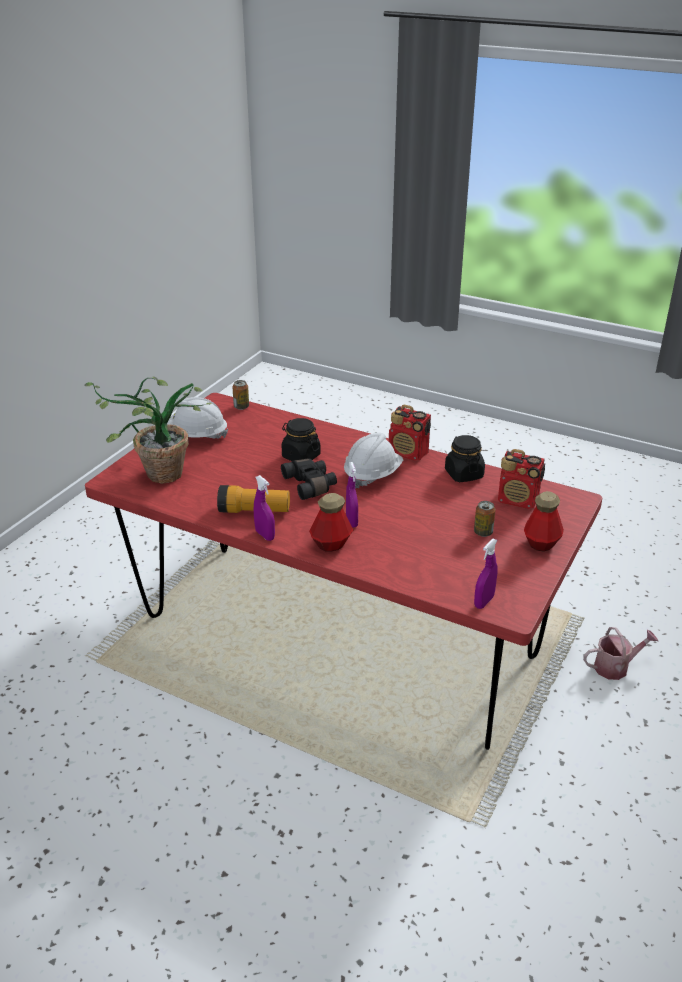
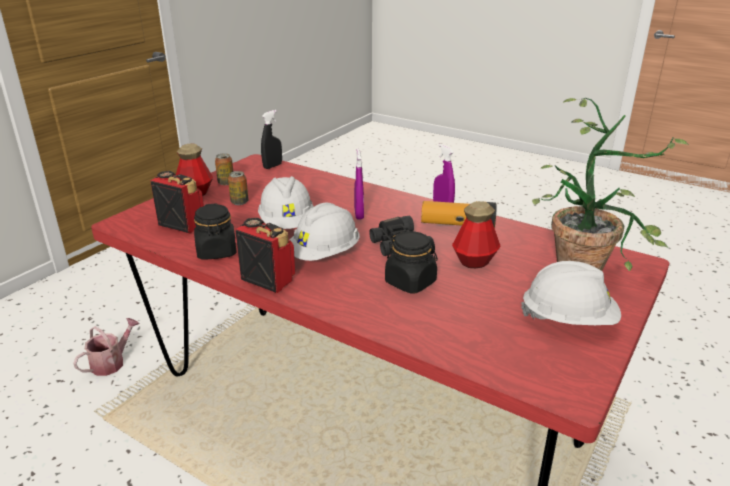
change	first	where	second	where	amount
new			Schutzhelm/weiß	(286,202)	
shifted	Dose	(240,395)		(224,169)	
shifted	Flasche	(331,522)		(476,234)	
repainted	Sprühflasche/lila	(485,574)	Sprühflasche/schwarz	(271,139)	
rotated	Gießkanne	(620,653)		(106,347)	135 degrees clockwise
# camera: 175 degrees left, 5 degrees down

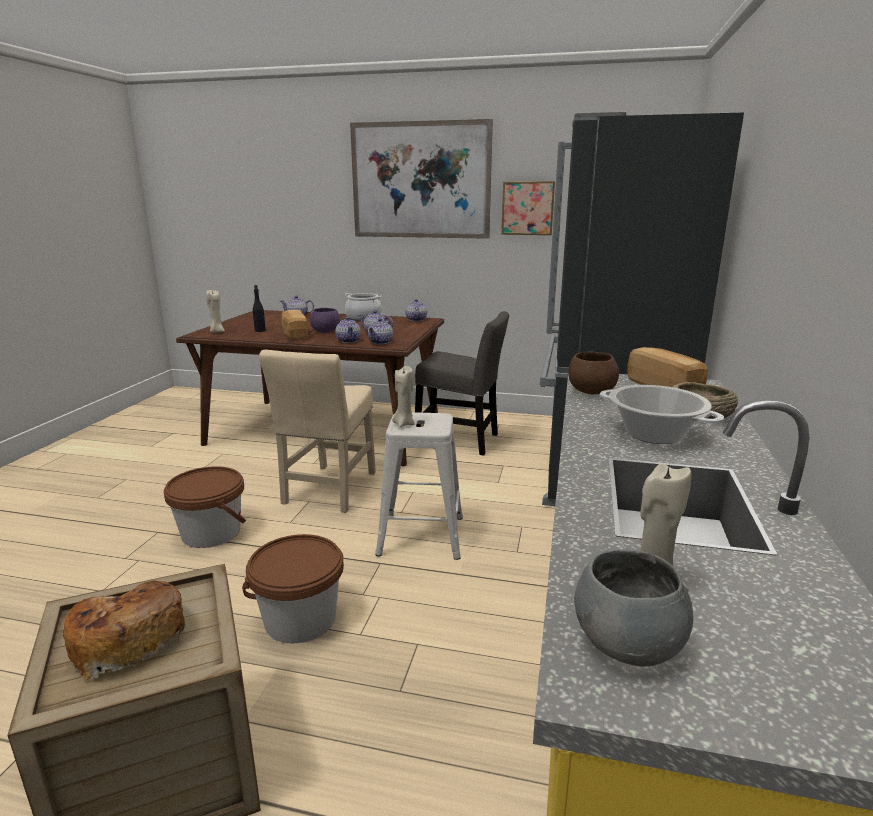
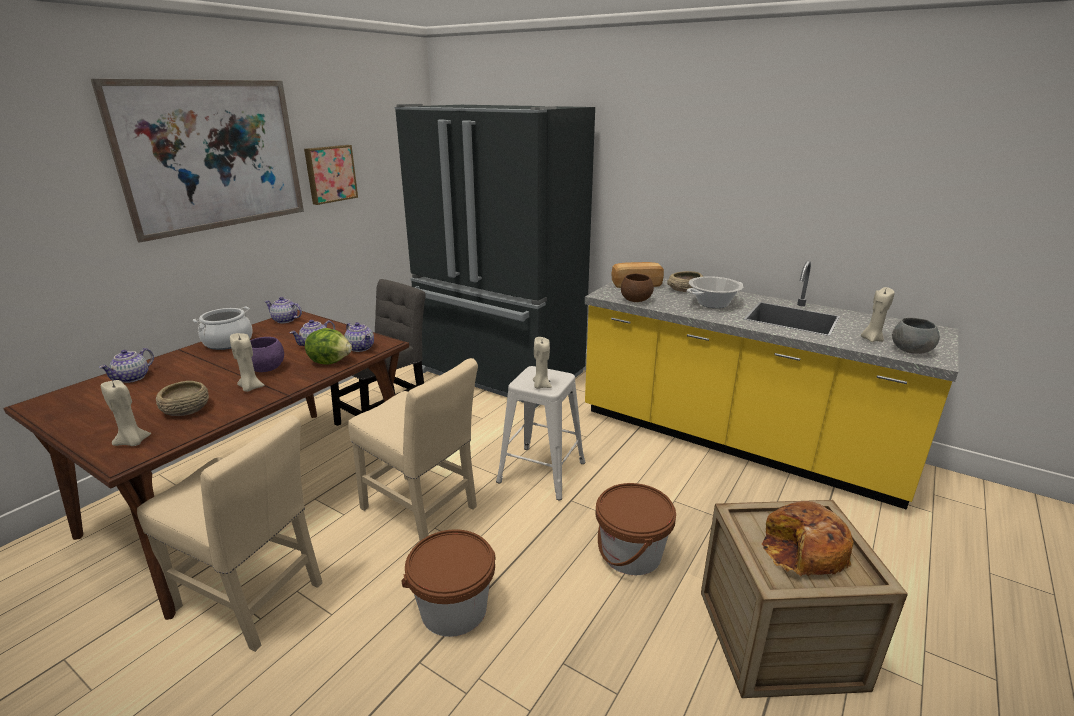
change	first	where	second	where	amount
new			Stuhl/beige	(230,533)	
swapped	Flasche/schwarz	(259,308)	Schüssel/beige	(182,398)	
swapped	Brot	(294,324)	Kerze/beige	(247,362)	
swapped	Teekanne	(348,330)	Salatkopf	(328,346)	
# camera: 70 degrees left, 5 degrees up

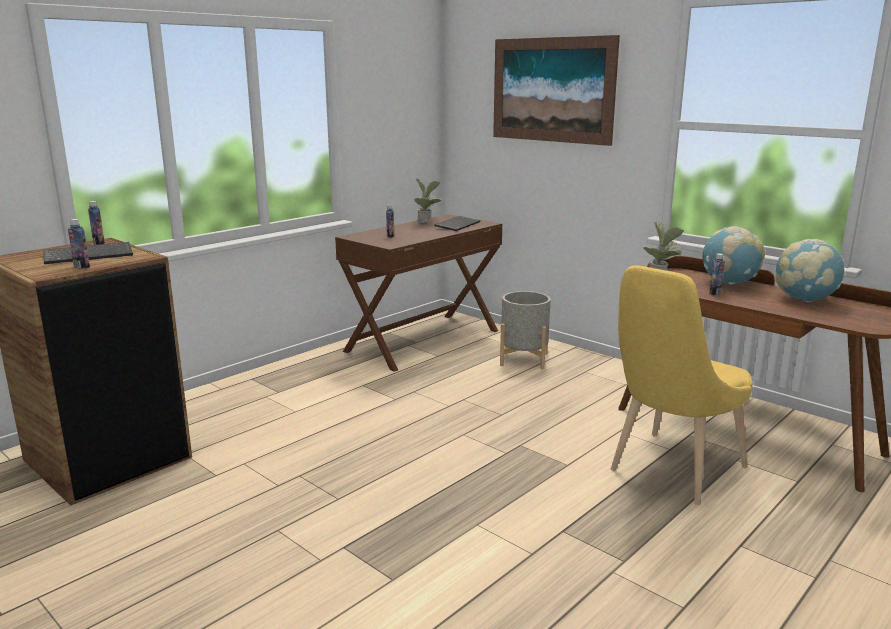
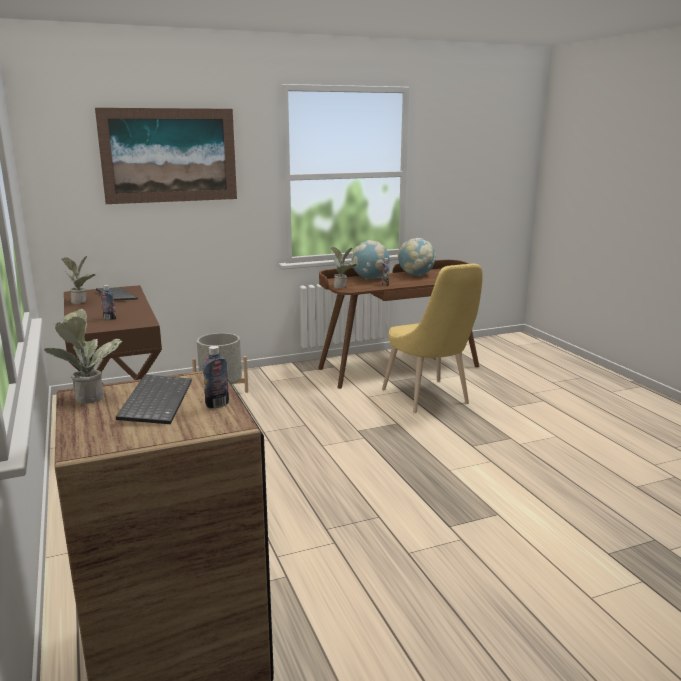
change	first	where	second	where	amount
swapped	Flasche	(96,223)	Topfpflanze	(83,356)	
# camera: 65 degrees left, 0 degrees up

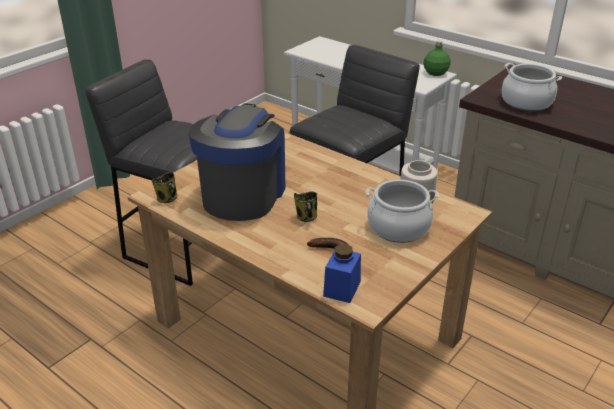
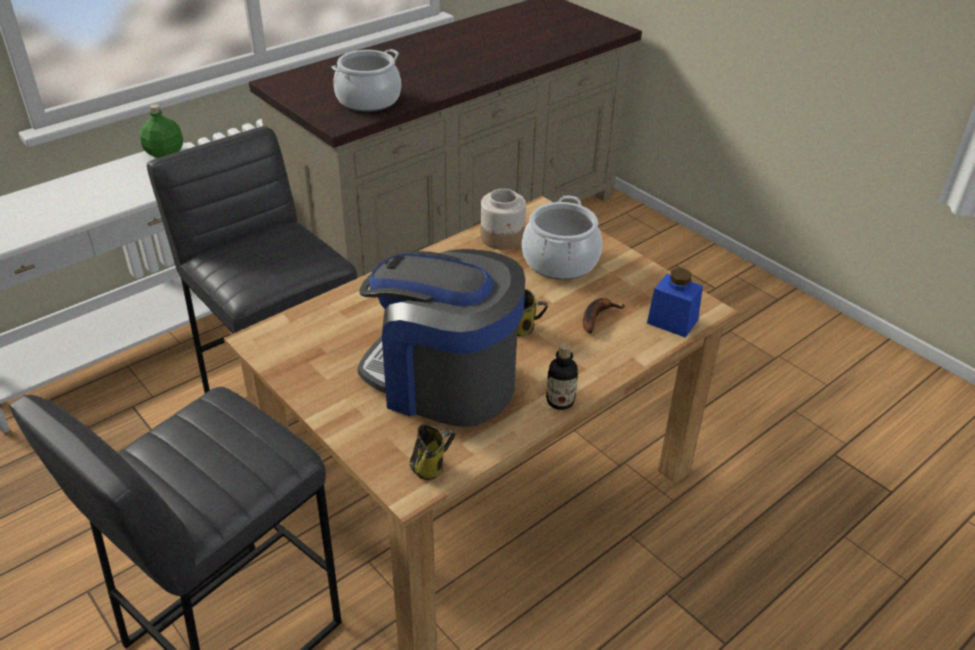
change	first	where	second	where	amount
new			Flasche	(562,376)	
# camera: 80 degrees left, 5 degrees up

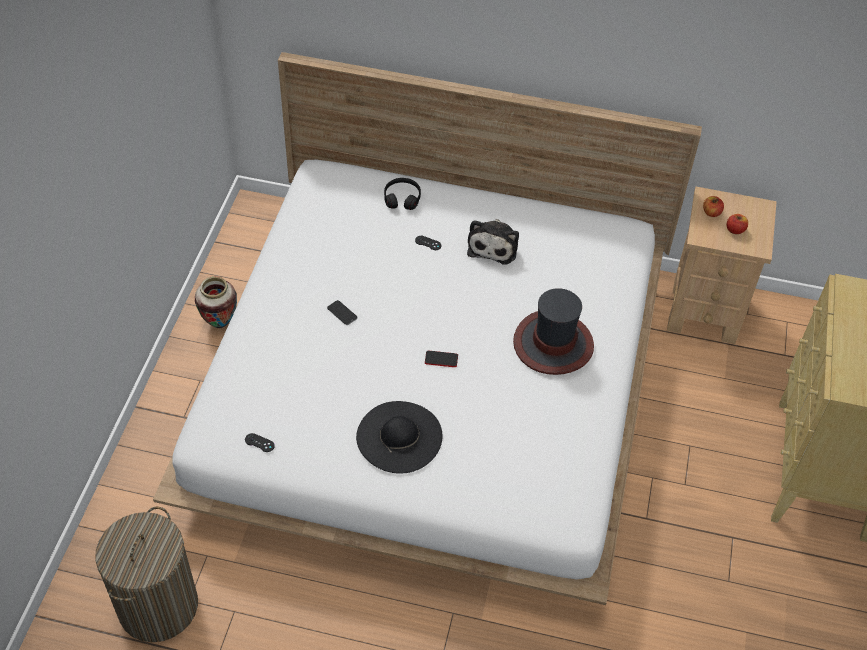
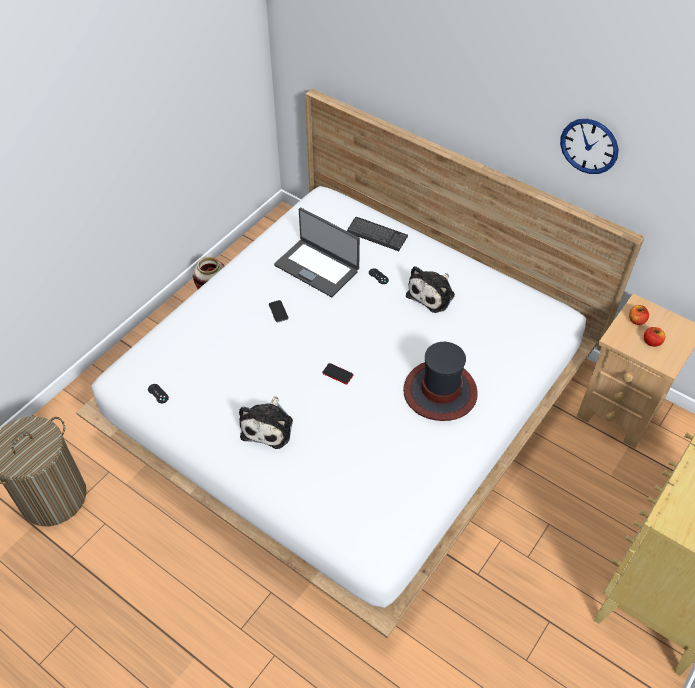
change	first	where	second	where	amount
new			Laptop	(317,252)	
new			Wanduhr	(589,146)	
swapped	Hut/schwarz	(399,437)	Plüschtier	(266,422)	
swapped	Kopfhörer/schwarz	(402,194)	Tastatur	(377,234)	
# camera: 25 degrees right, 0 degrees up

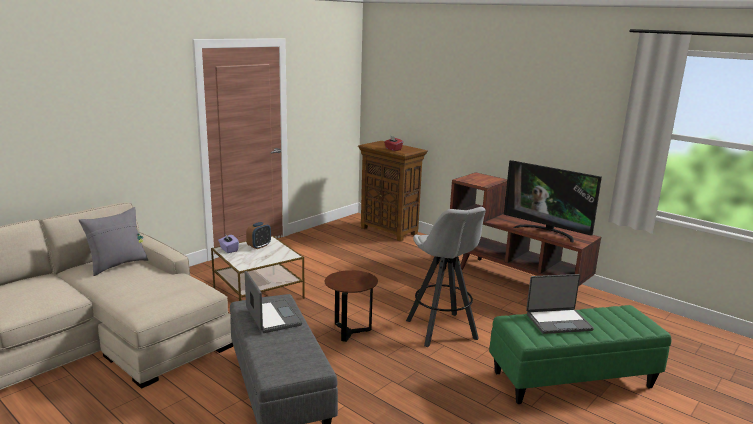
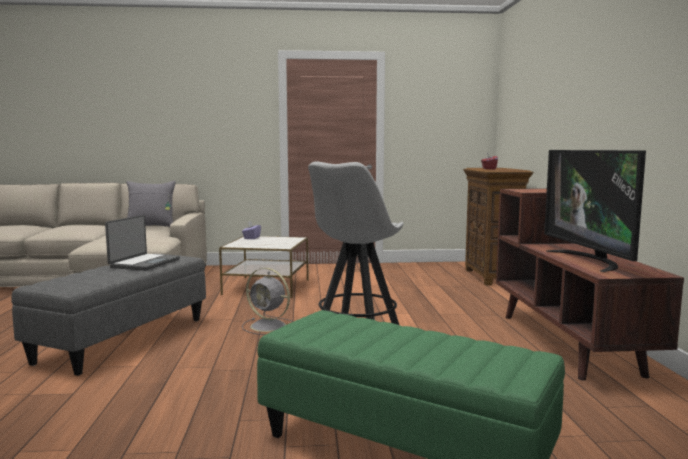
change	first	where	second	where	amount
gone	Wecker	(258,235)			
gone	Laptop	(560,304)			
swapped	Beistelltisch/braun	(351,306)	Ventilator/grau	(268,301)	
# camera: 45 degrees right, 10 degrees down

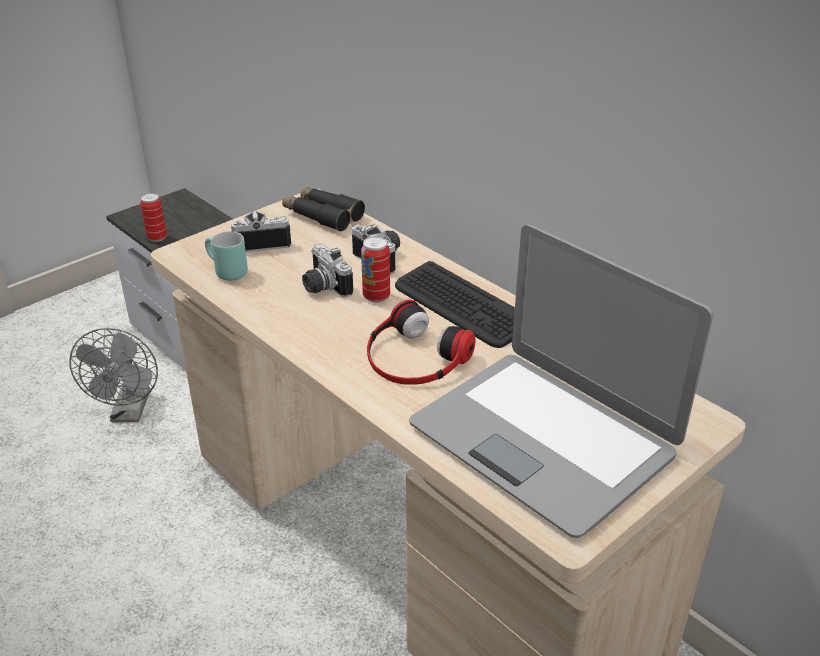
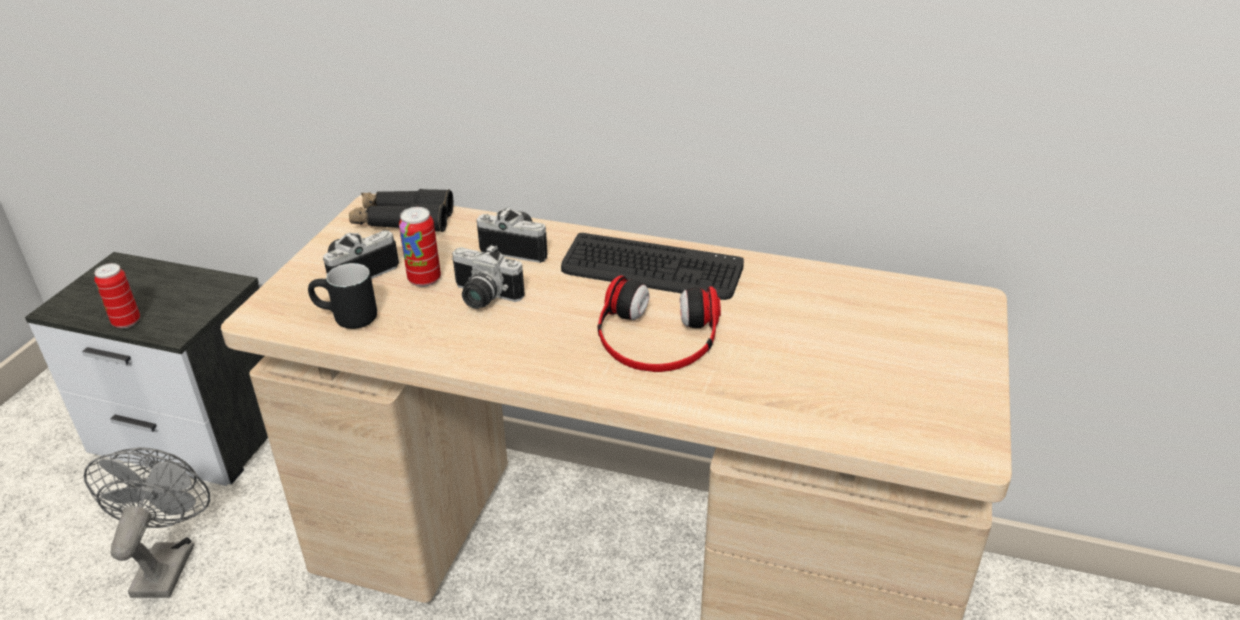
change	first	where	second	where	amount
gone	Laptop	(561,381)			
shifted	Dose	(375,269)		(420,247)	
repainted	Henkelbecher/türkis	(226,256)	Henkelbecher/schwarz	(342,296)	
rotated	Ventilator/grau	(113,375)		(147,522)	150 degrees counterclockwise
# camera: 30 degrees left, 0 degrees up

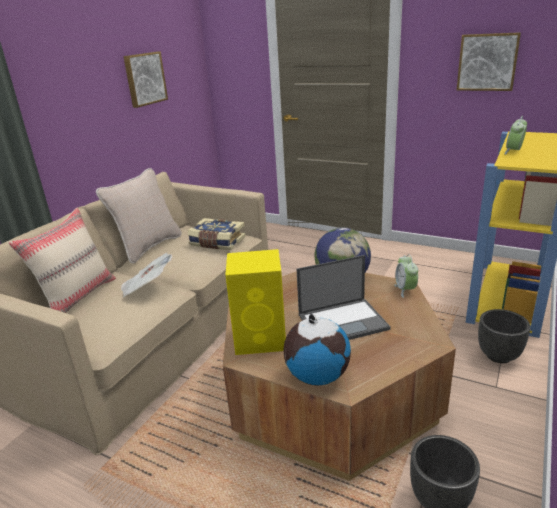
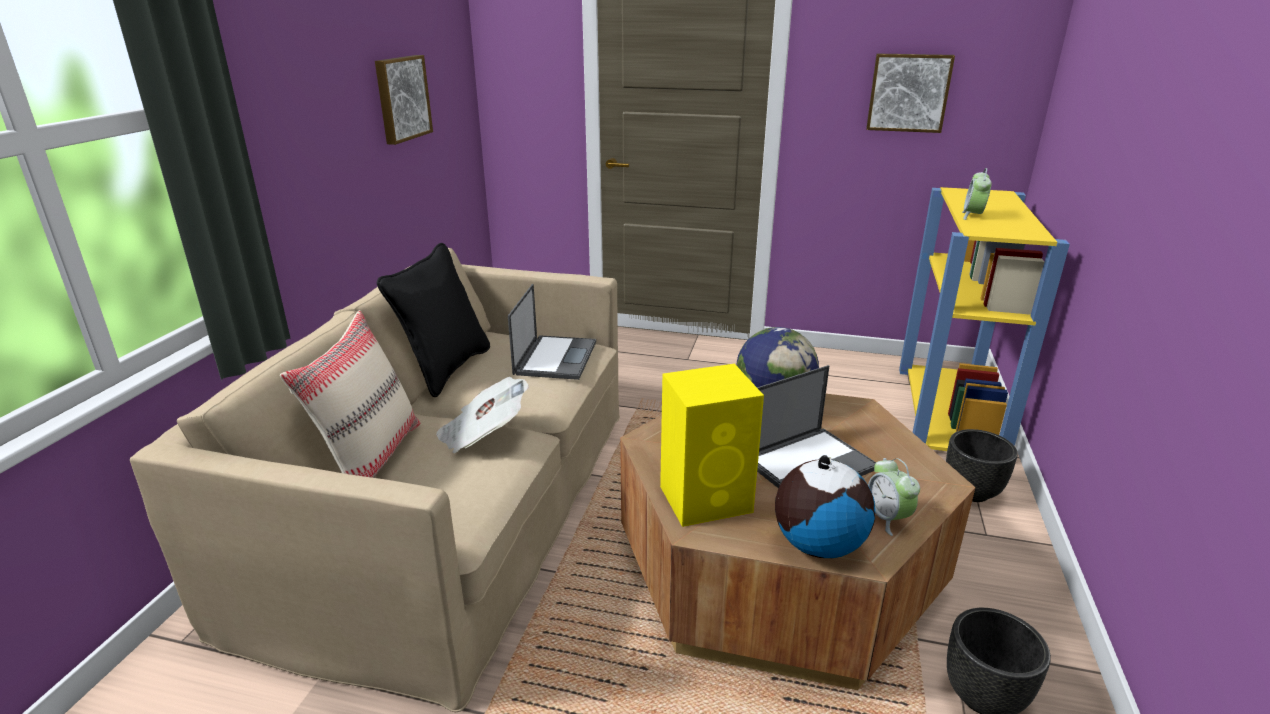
change	first	where	second	where	amount
shifted	Wecker	(406,276)		(894,497)	
swapped	Buch	(217,234)	Laptop	(552,332)	
repainted	Kissen/beige	(139,216)	Kissen/schwarz	(433,320)	
# camera: 15 degrees left, 0 degrees up

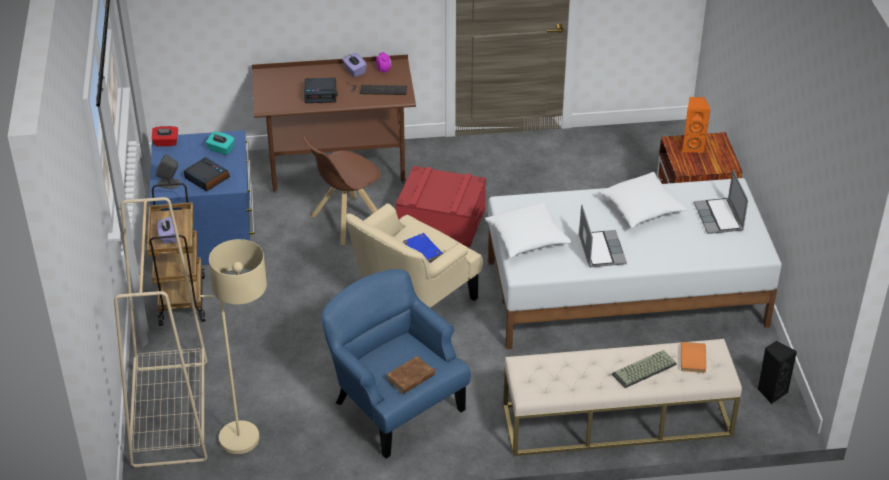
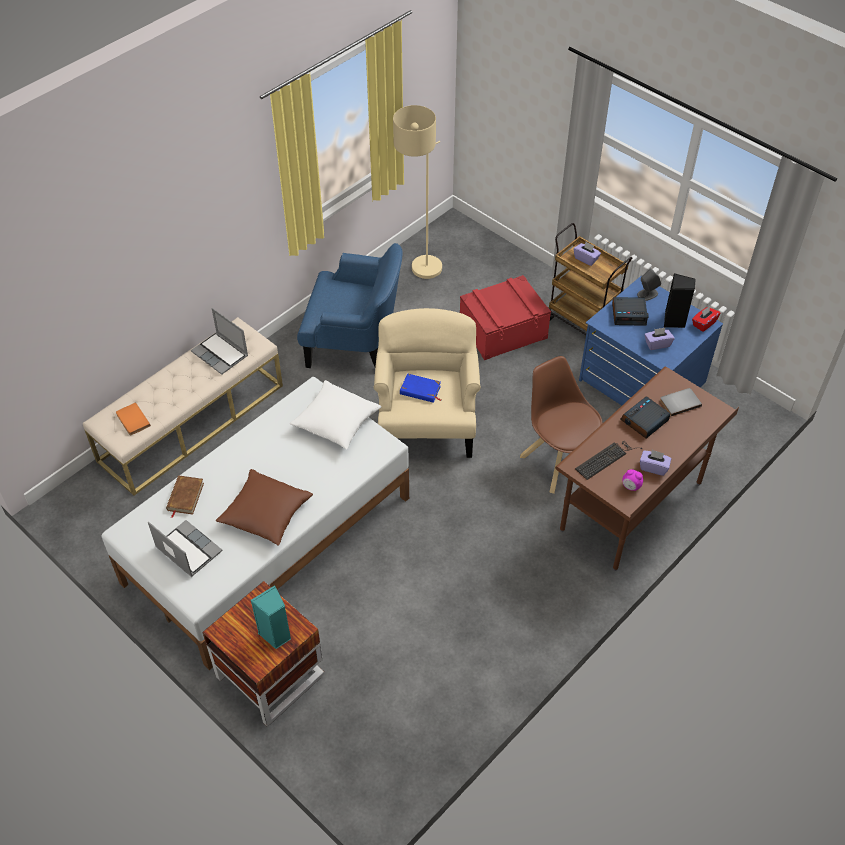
change	first	where	second	where	amount
gone	Kleiderständer/beige	(160,332)			
gone	Tastatur	(644,369)			
new			Buch/grau	(681,402)	
shifted	Buch/braun	(411,375)		(185,496)	
shifted	Aufbewahrungsbox/rot	(441,206)		(505,317)	
shifted	Laptop	(603,236)		(219,341)	
shifted	Lautsprecher/schwarz	(777,372)		(680,300)	
repainted	Taschentuchbox/türkis	(220,143)	Taschentuchbox/lila	(659,339)	
repainted	Kissen/weiß	(642,200)	Kissen/braun	(264,507)	
repainted	Lautsprecher/orange	(696,124)	Lautsprecher/türkis	(270,617)	
rotated	Stuhl/braun	(342,191)		(561,425)	45 degrees counterclockwise
# camera: 140 degrees right, 10 degrees up

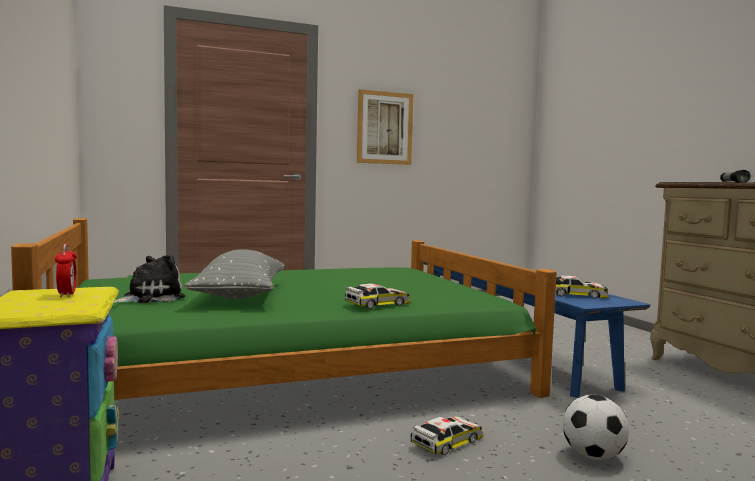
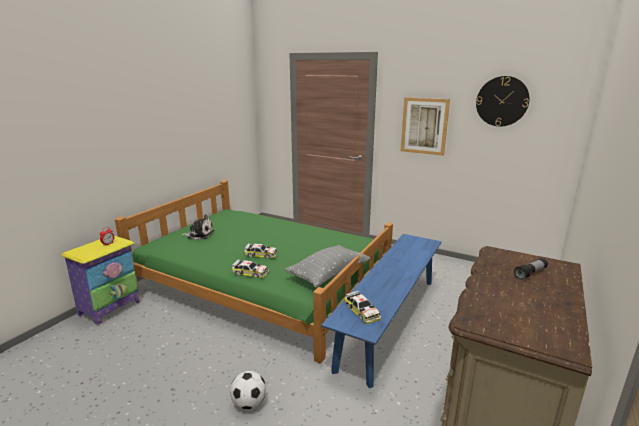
change	first	where	second	where	amount
new			Wanduhr	(503,101)	
shifted	Kissen/grau	(234,274)		(327,266)	
shifted	Spielzeugauto	(447,436)		(261,251)	
# camera: 50 degrees right, 15 degrees up

